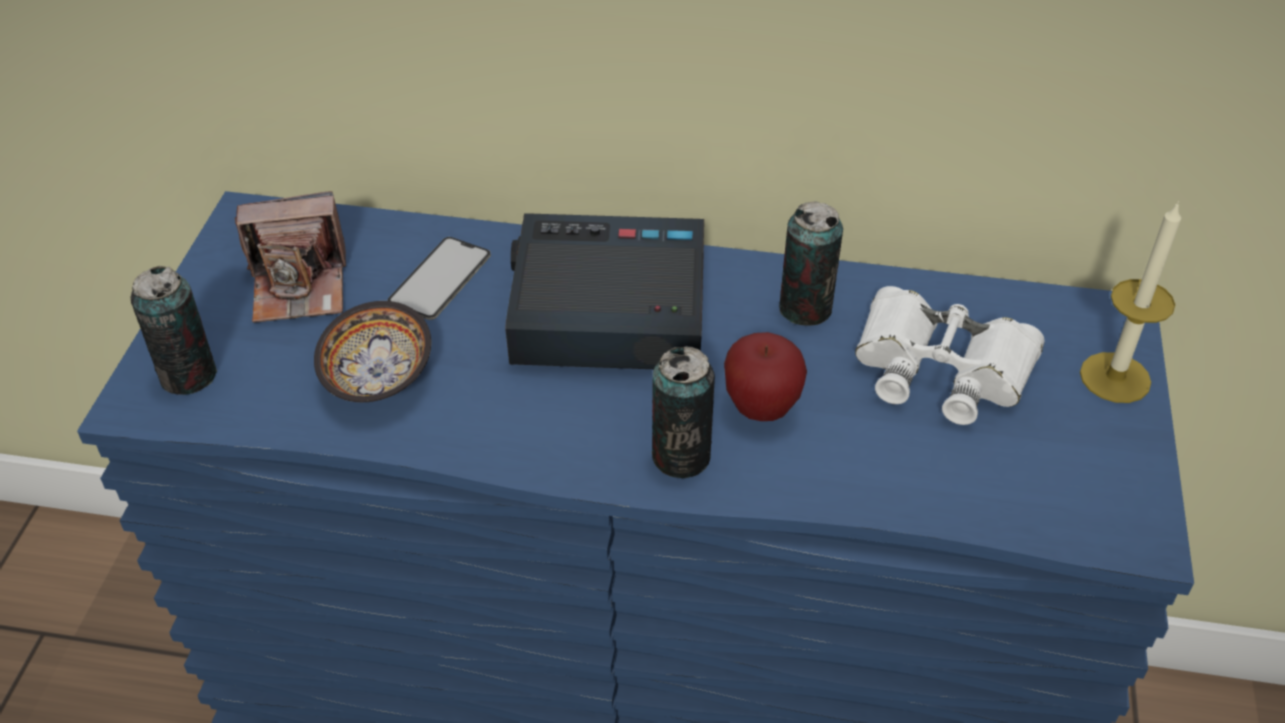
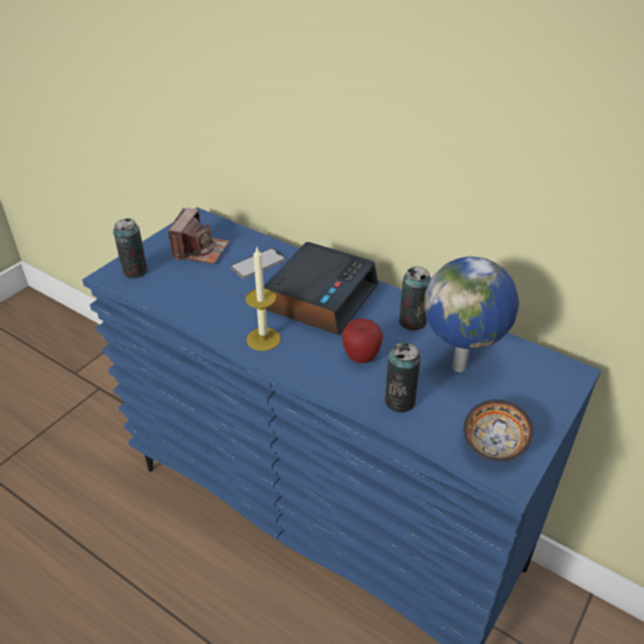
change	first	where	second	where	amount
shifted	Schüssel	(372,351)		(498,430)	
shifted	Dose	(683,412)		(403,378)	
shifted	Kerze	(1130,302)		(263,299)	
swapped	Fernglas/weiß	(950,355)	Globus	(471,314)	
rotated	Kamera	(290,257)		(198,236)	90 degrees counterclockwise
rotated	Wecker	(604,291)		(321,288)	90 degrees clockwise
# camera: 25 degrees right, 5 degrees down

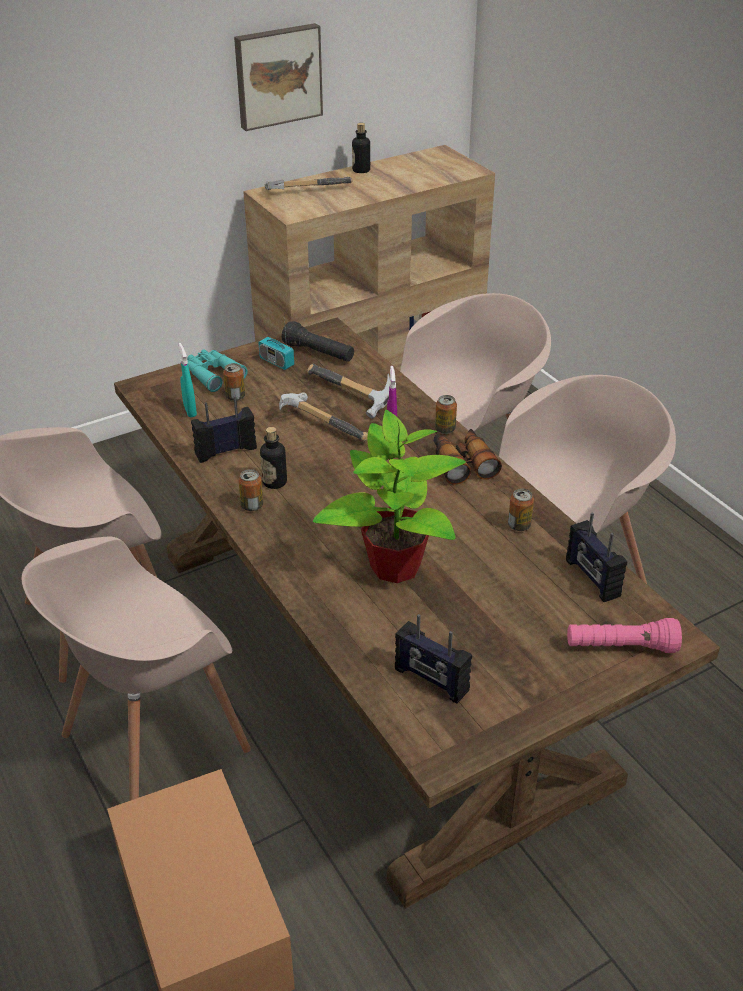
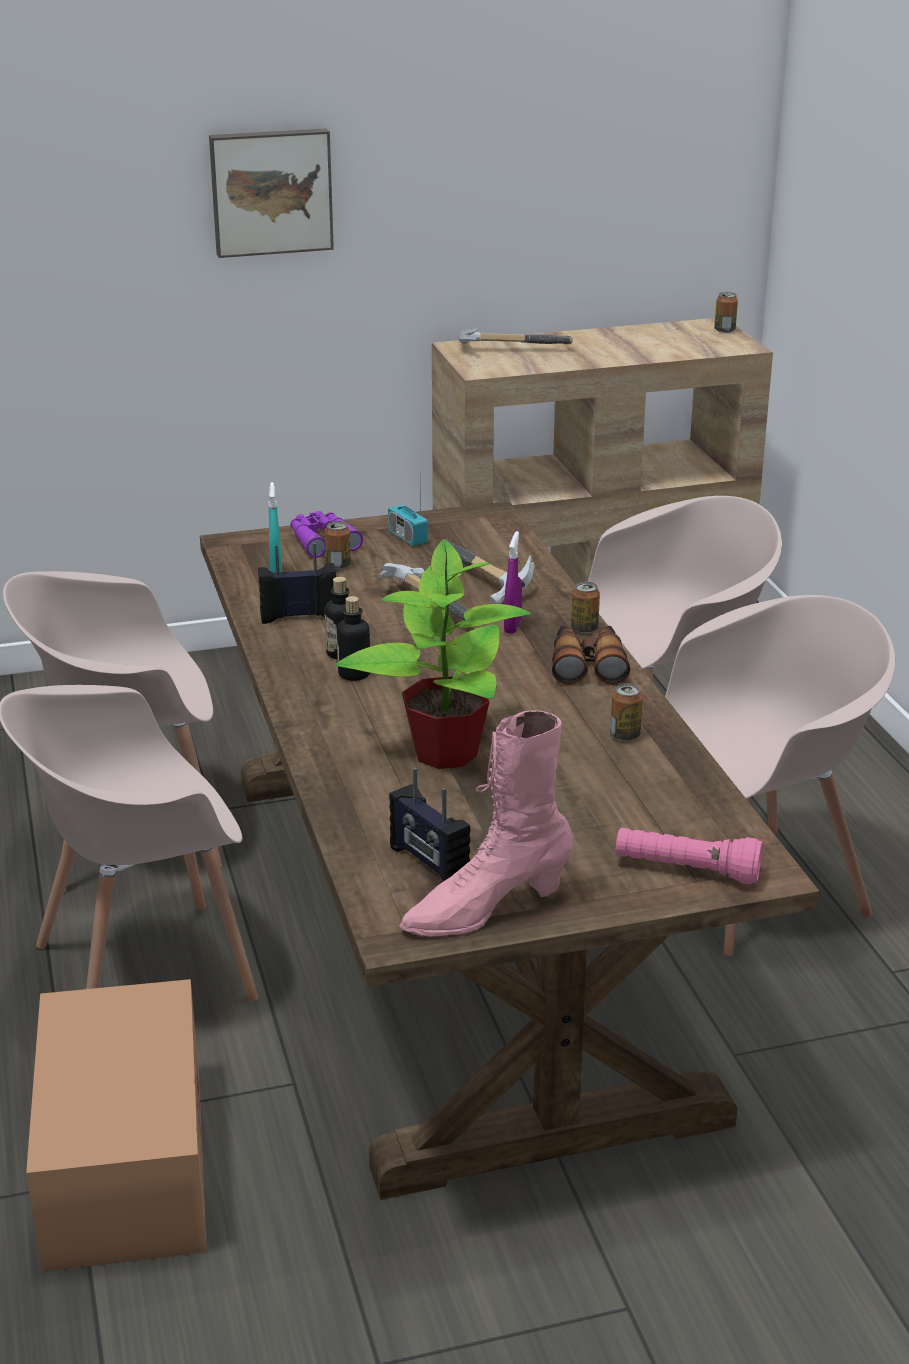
change	first	where	second	where	amount
gone	Taschenlampe/schwarz	(318,341)			
gone	Radio	(596,557)			
new			Stiefel/rosa	(487,823)	
shifted	Bild	(278,77)		(271,193)	
shifted	Dose	(250,490)		(726,312)	
shifted	Flasche	(361,148)		(353,638)	
repainted	Fernglas/türkis	(217,371)	Fernglas/lila	(326,534)	
# camera: 15 degrees right, 10 degrees down

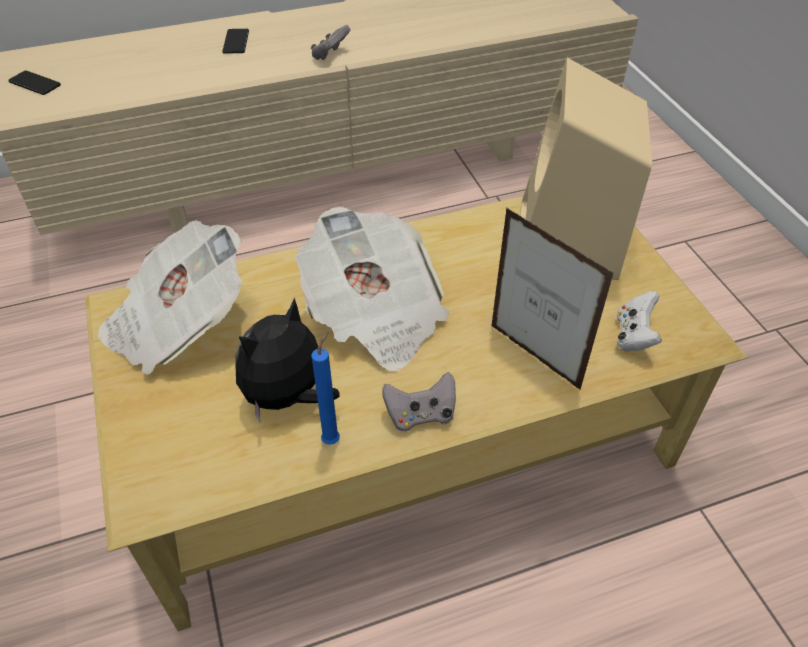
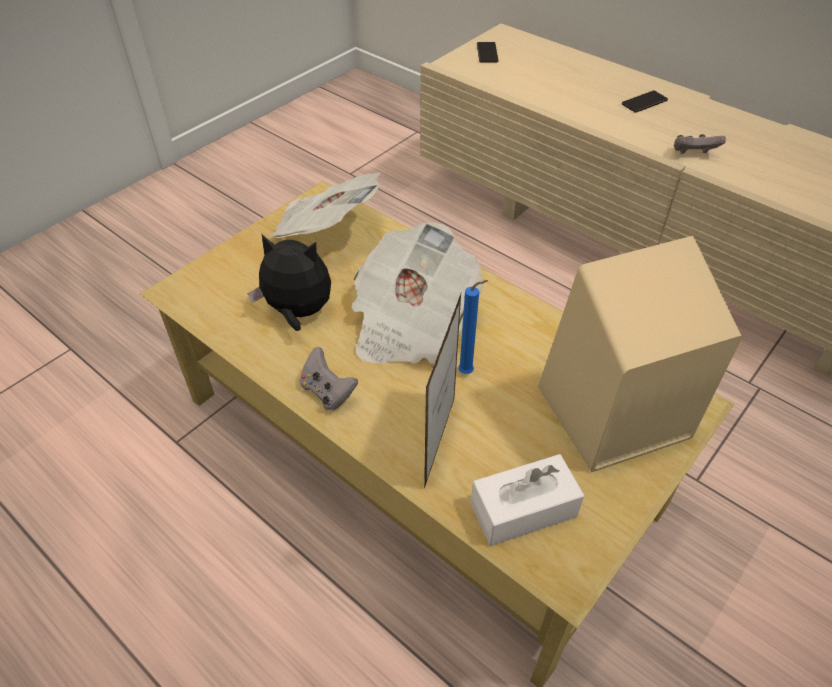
change	first	where	second	where	amount
shifted	Kerze/blau	(325,388)		(473,327)	
swapped	Gamepad/weiß	(639,321)	Taschentuchbox/weiß	(528,500)	
# camera: 60 degrees right, 0 degrees up

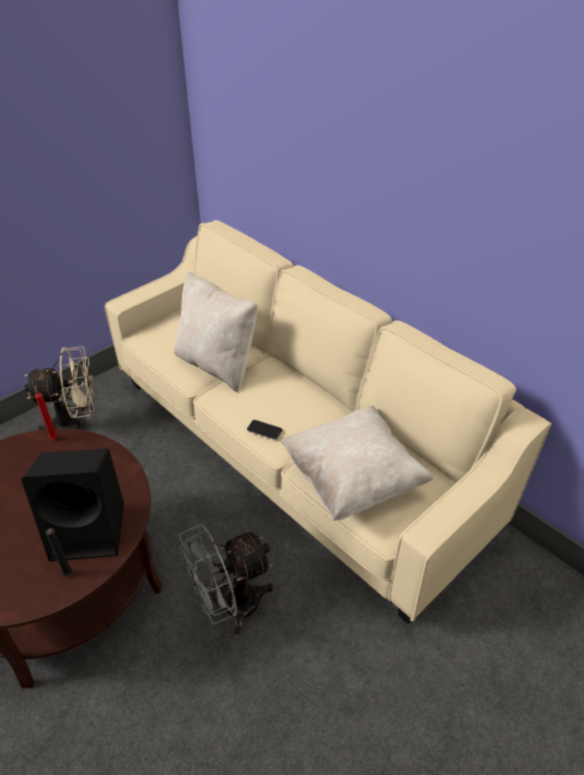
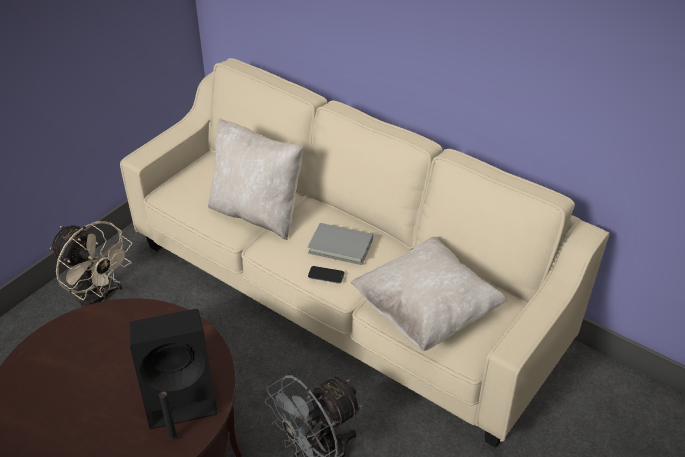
change	first	where	second	where	amount
gone	Kerze/rot	(46,412)			
new			Buch/grau	(340,244)	
rotated	Ventilator/beige	(59,388)		(91,264)	60 degrees clockwise
# camera: 10 degrees left, 0 degrees up

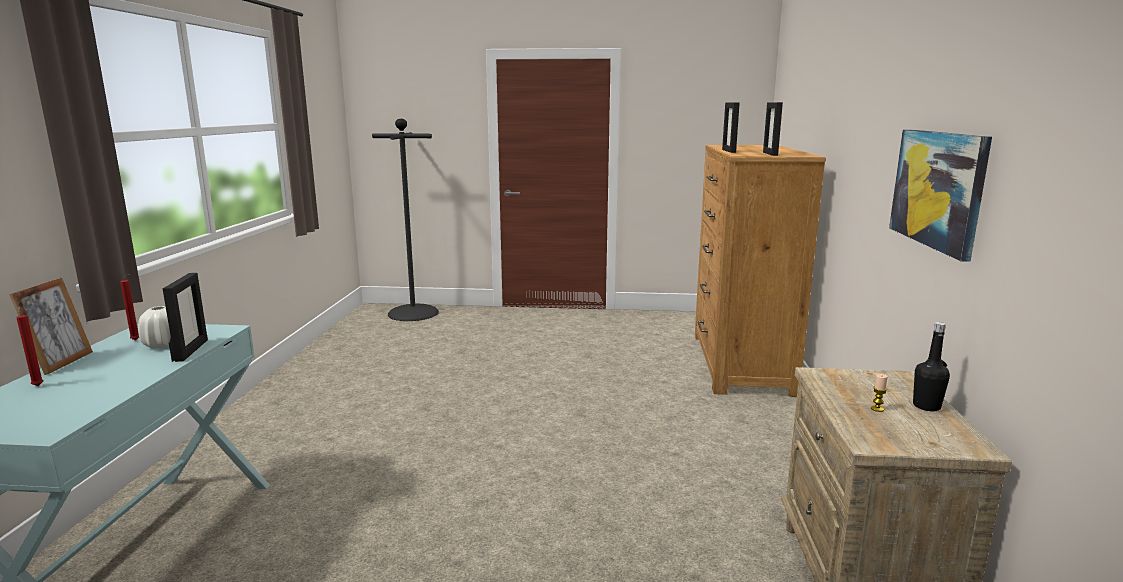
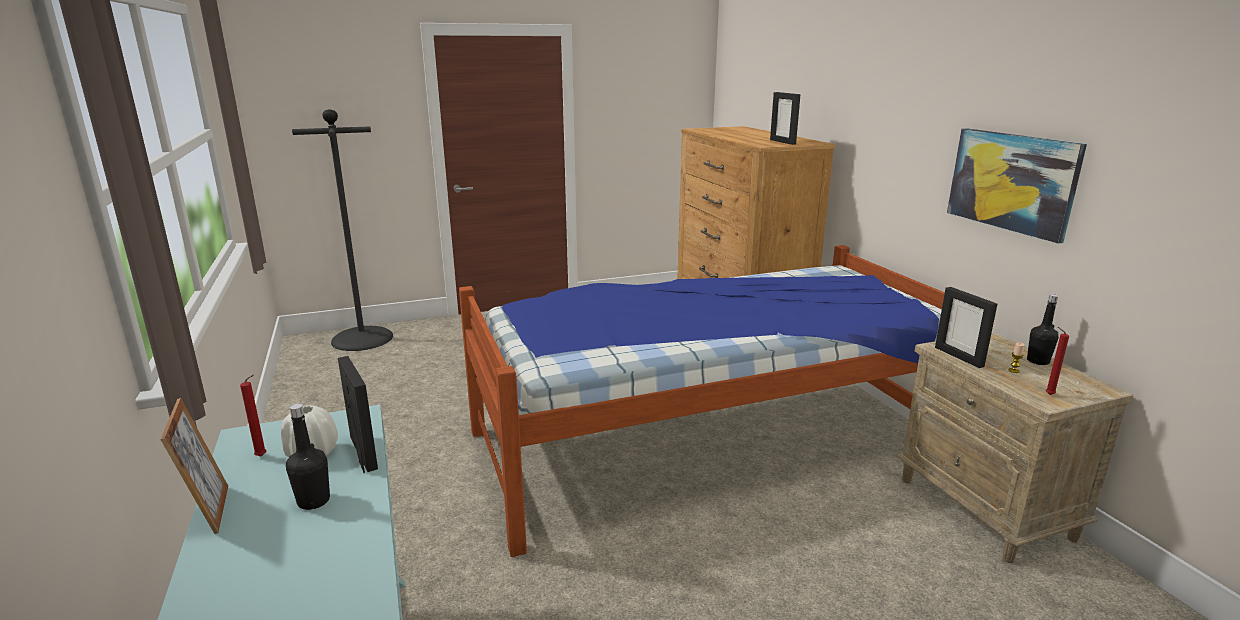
change	first	where	second	where	amount
new			Flasche/schwarz	(308,456)	
new			Bett	(702,401)	
shifted	Kerze/rot	(29,346)		(1057,361)	
shifted	Bilderrahmen	(731,127)		(966,327)	
# camera: 25 degrees left, 5 degrees up

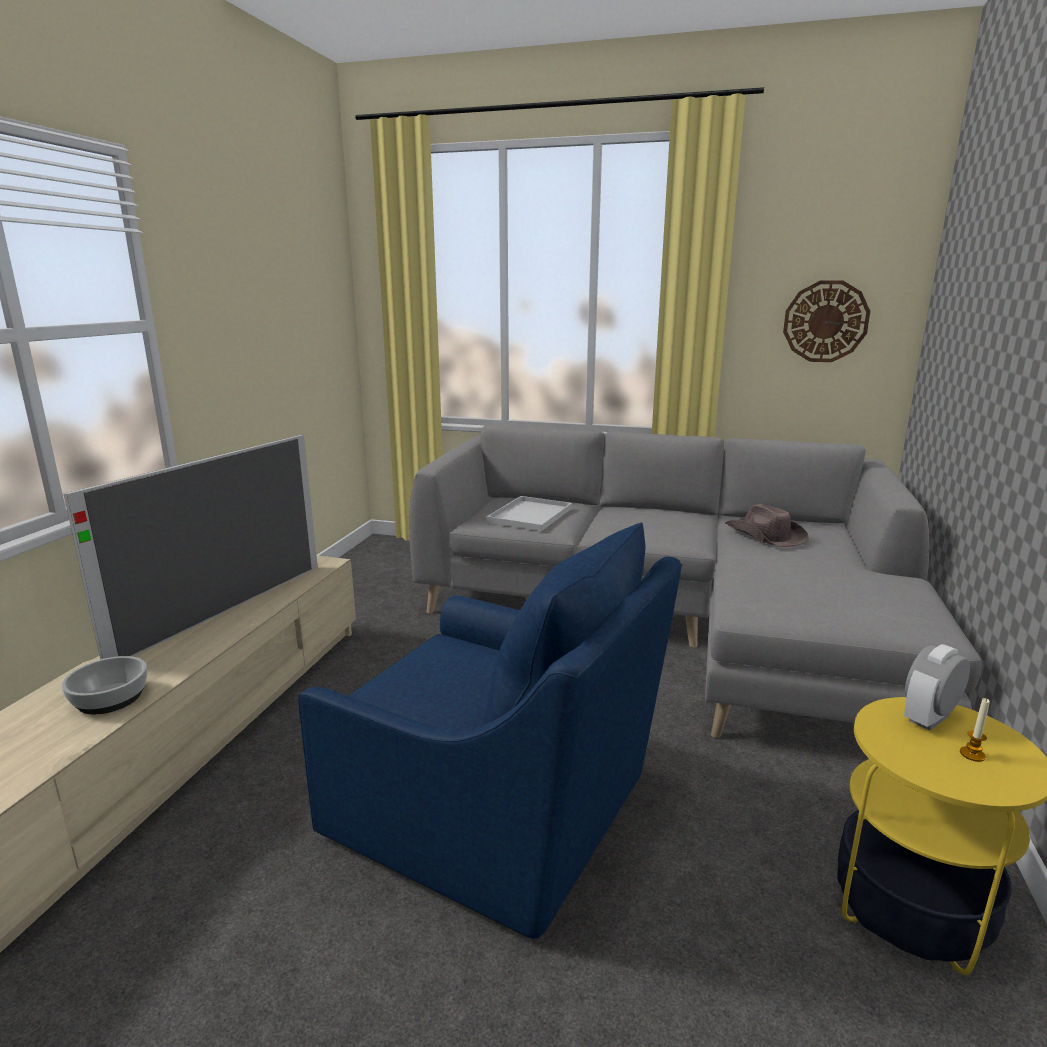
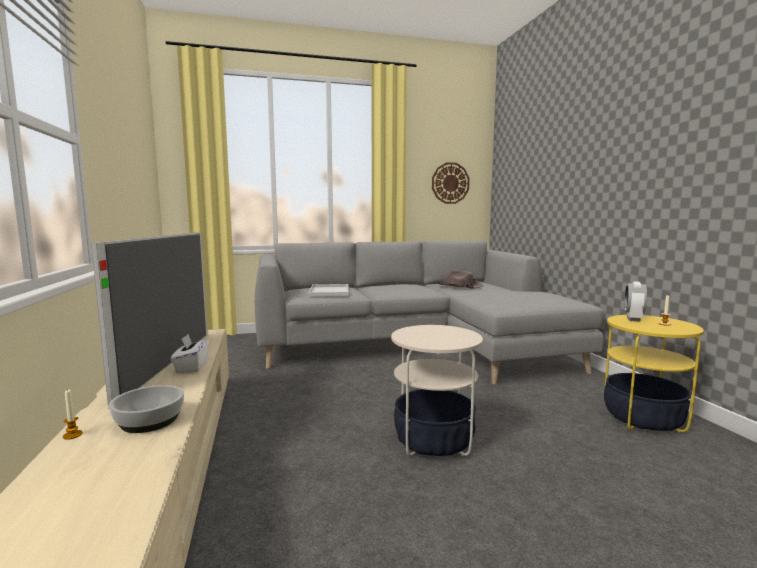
change	first	where	second	where	amount
new			Kerze	(73,414)	
new			Taschentuchbox/weiß	(190,353)	
swapped	Sessel/blau	(490,730)	Beistelltisch/beige	(437,391)	
# camera: 30 degrees left, 10 degrees down

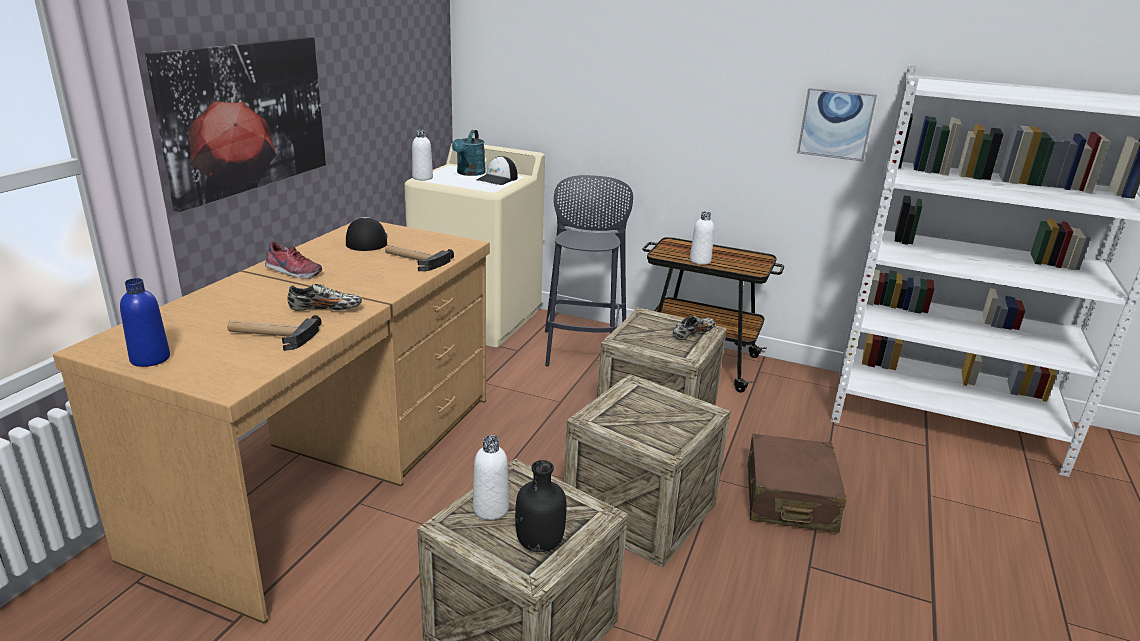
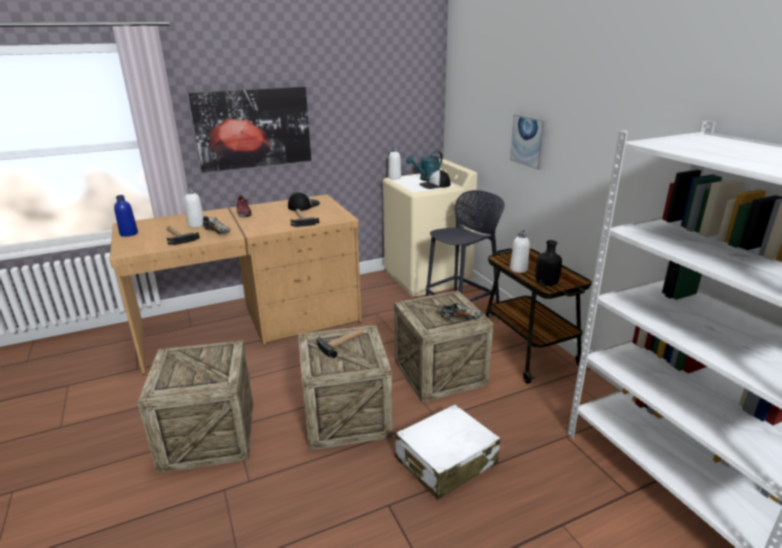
change	first	where	second	where	amount
new			Hammer	(340,343)	
shifted	Flasche/weiß	(491,477)		(194,208)	
shifted	Flasche/schwarz	(541,506)		(548,263)	
shifted	Bild	(837,124)		(528,142)	
repainted	Koffer/braun	(797,483)	Koffer/weiß	(447,451)	
# camera: 45 degrees right, 0 degrees up

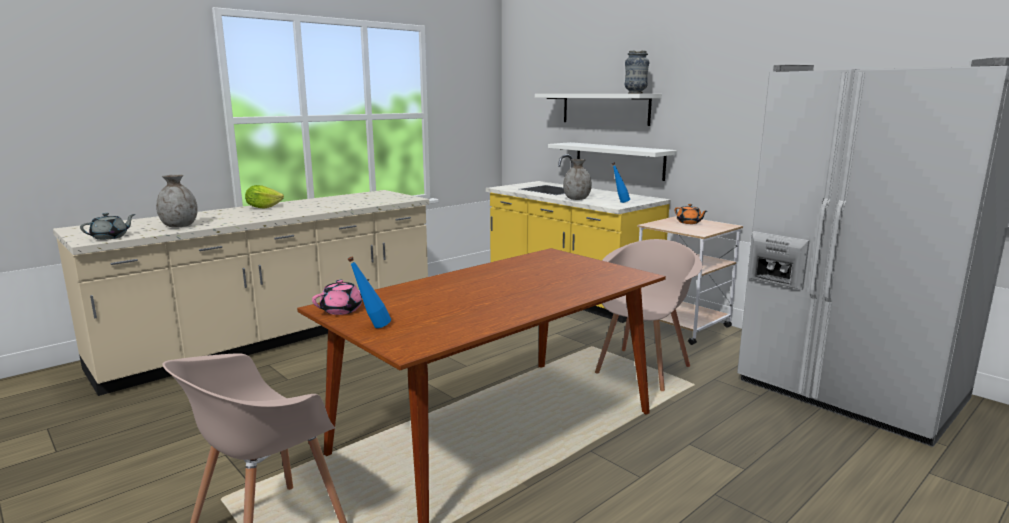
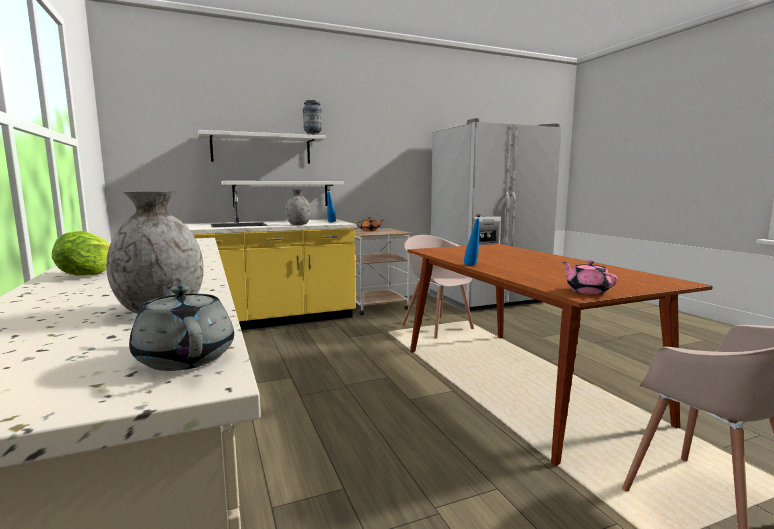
change	first	where	second	where	amount
shifted	Flasche/blau	(369,292)		(472,240)	
# camera: 70 degrees left, 5 degrees down

